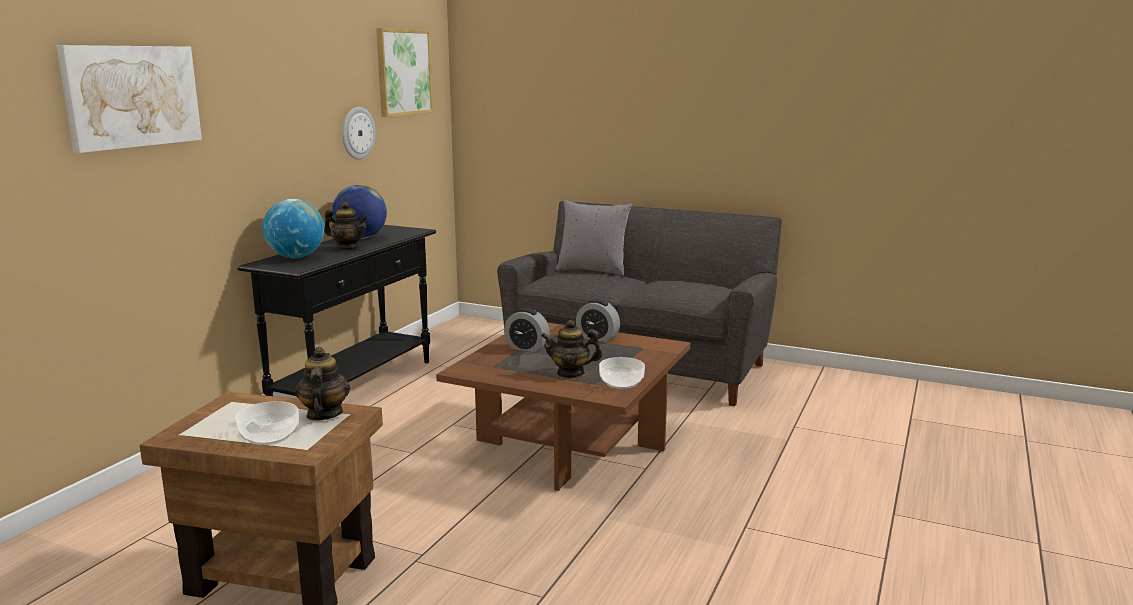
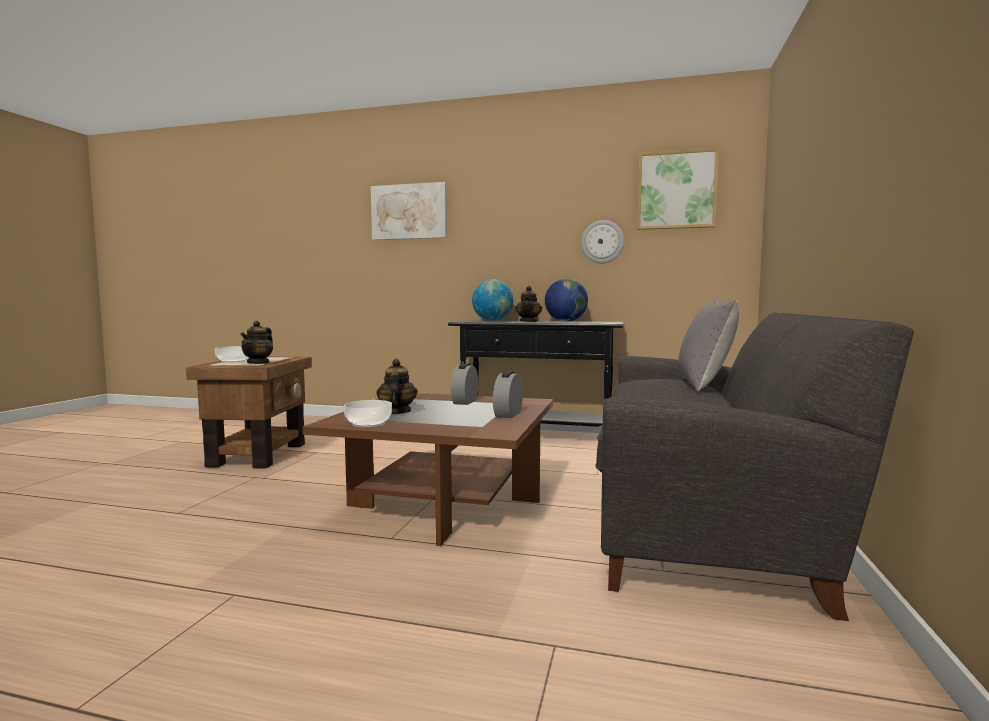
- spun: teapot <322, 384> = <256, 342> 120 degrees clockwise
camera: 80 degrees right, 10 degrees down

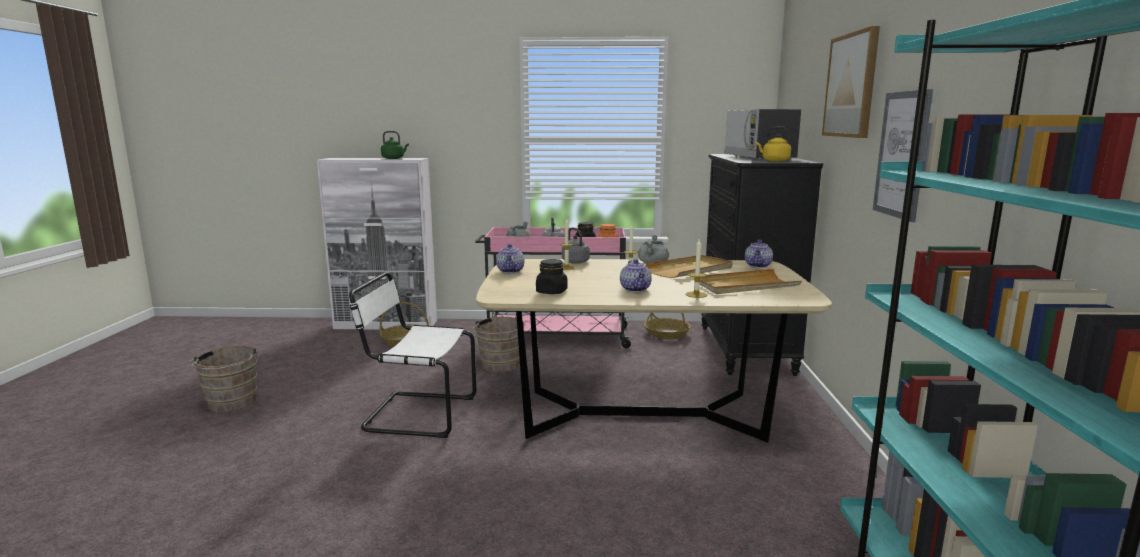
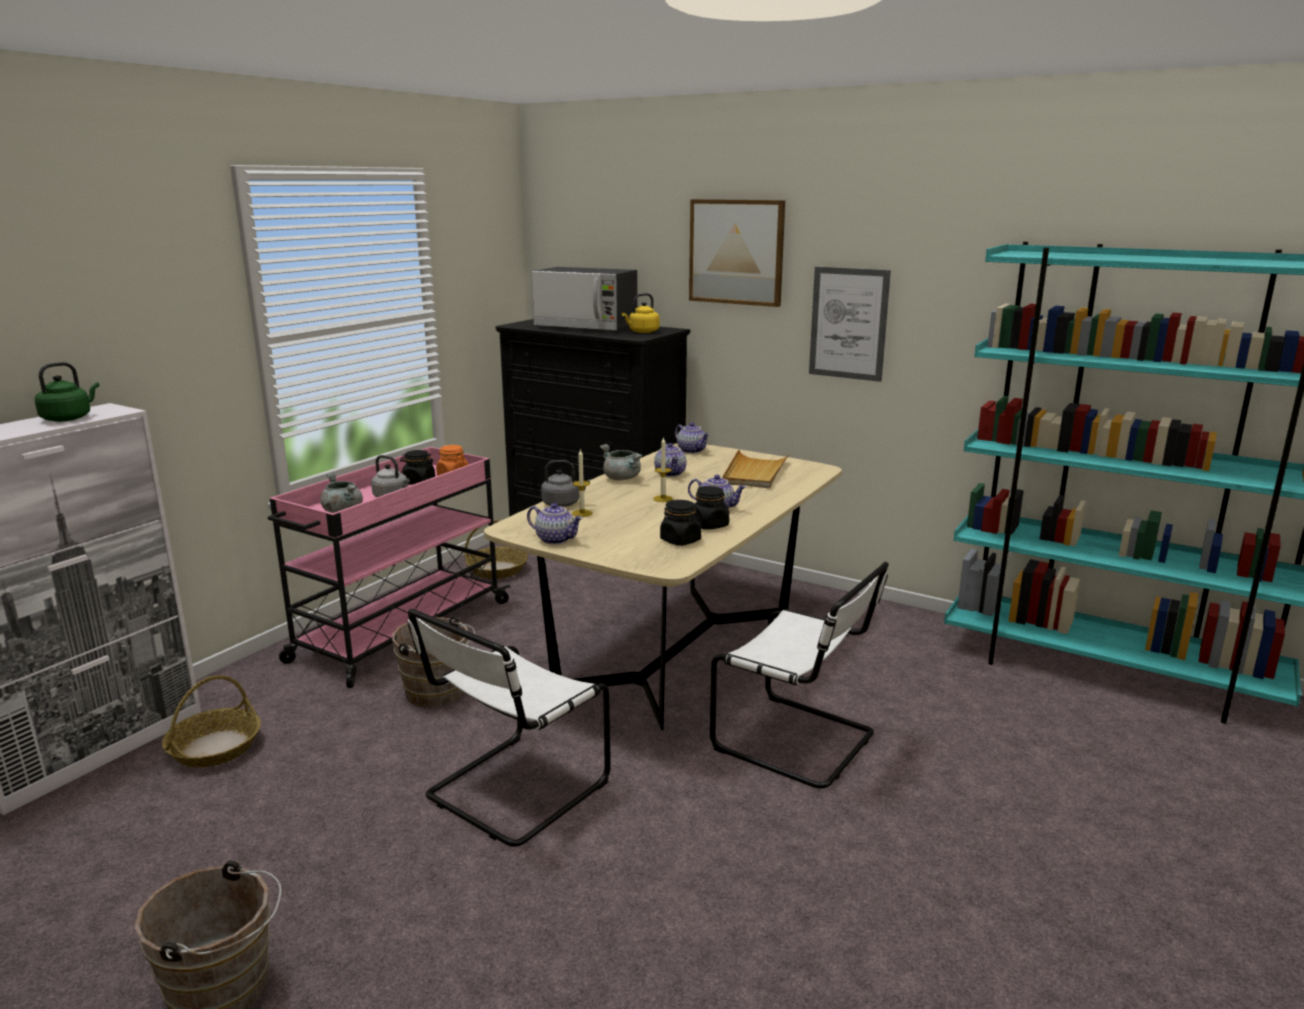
- missing: candle <696, 268>
- exchanged: beige tray <689, 266> to teapot <670, 460>
- appeared: black jar <712, 508>
- appeared: white chair <799, 675>
camera: 60 degrees left, 5 degrees up

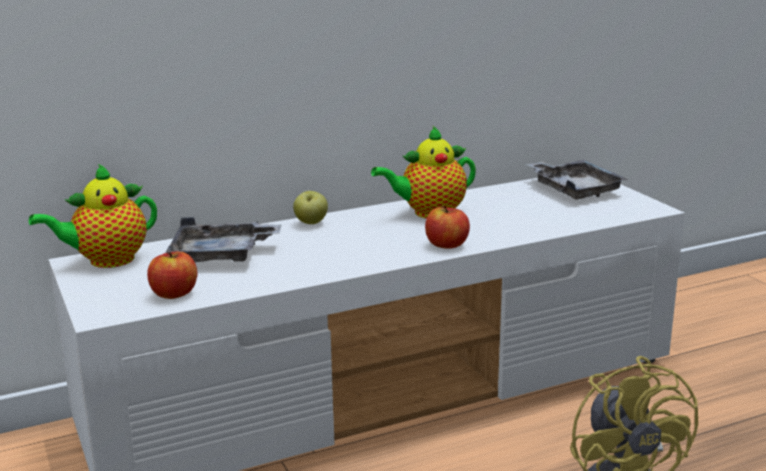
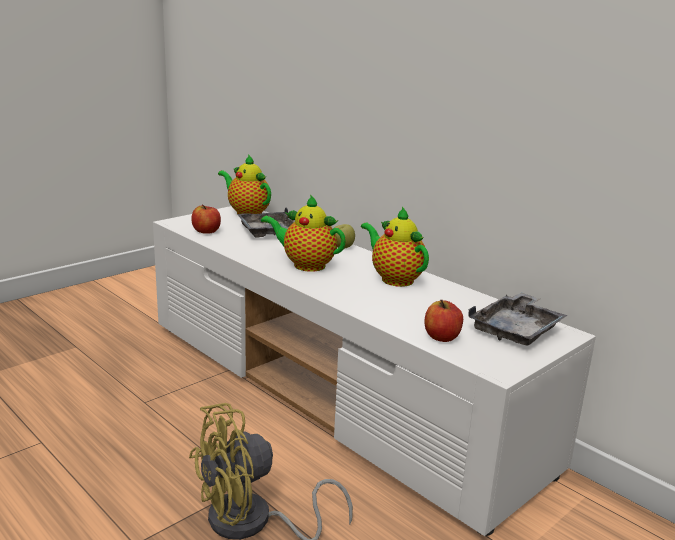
- relocated: apple <447, 227> to <443, 321>
- appeared: teapot <303, 233>
camera: 70 degrees right, 0 degrees up

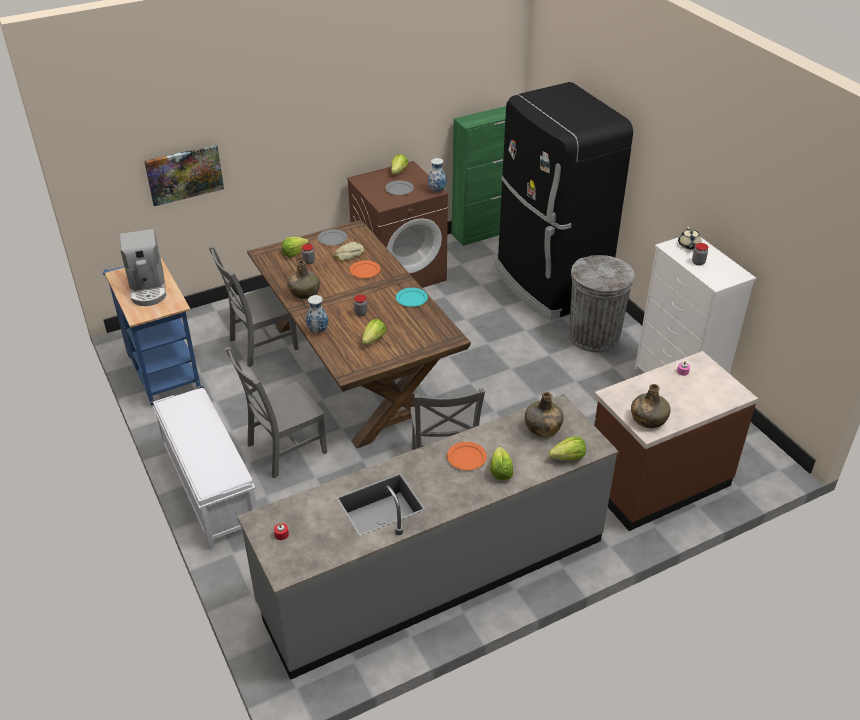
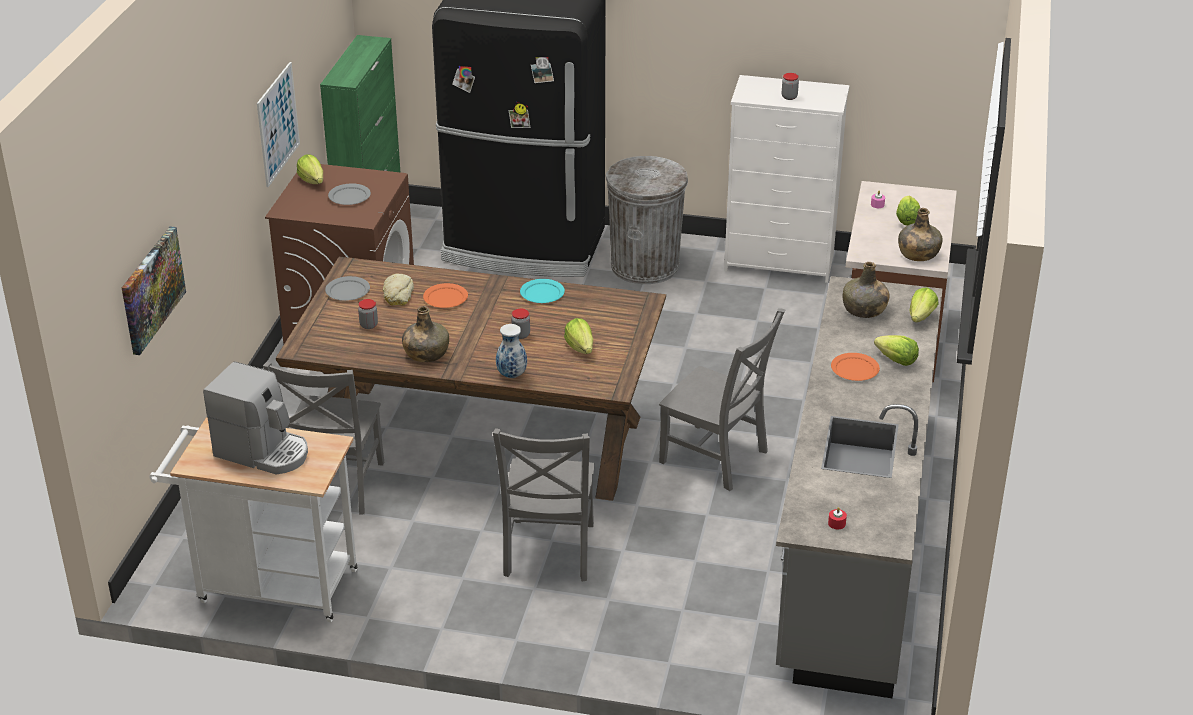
- missing: vase <437, 175>
- missing: beige teapot <689, 238>
- relocated: lettuce <295, 247> to <908, 211>
- colour: blue cart <153, 332> to white cart <253, 519>
- missing: white bench <205, 468>
- appeared: picture <278, 124>
camera: 50 degrees left, 5 degrees down

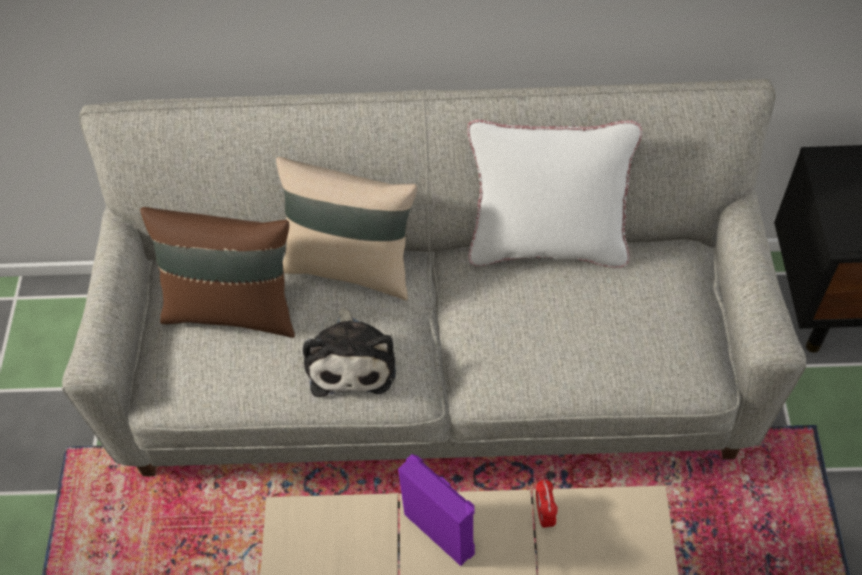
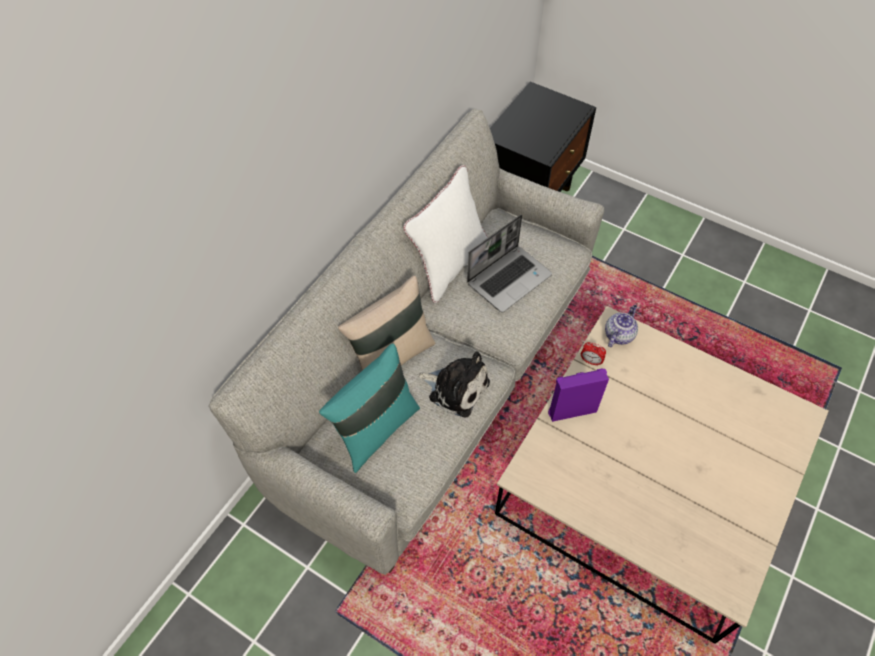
- colour: brown pillow <217, 272> to turquoise pillow <369, 408>
- appeared: laptop <509, 263>
- appeared: teapot <621, 326>
camera: 60 degrees left, 0 degrees up

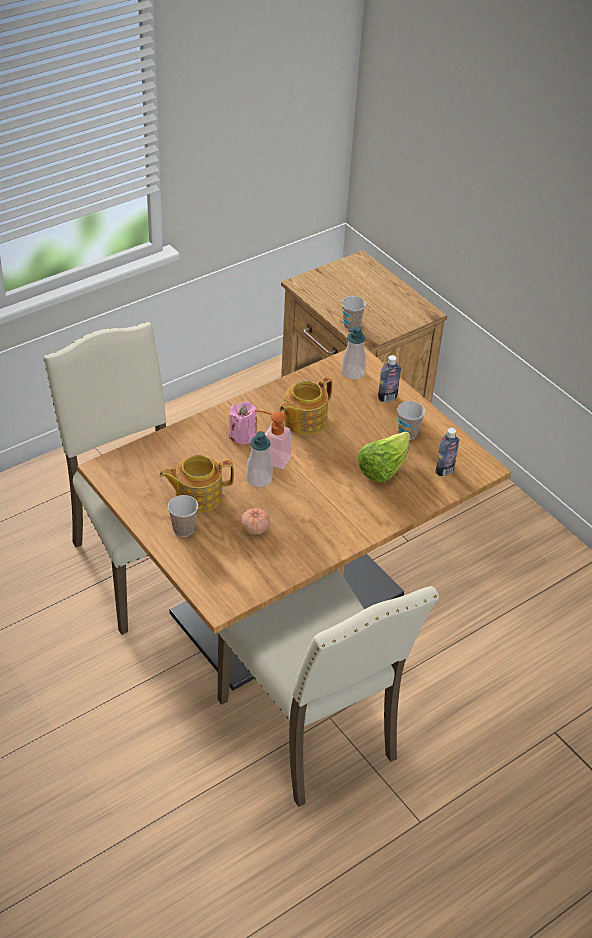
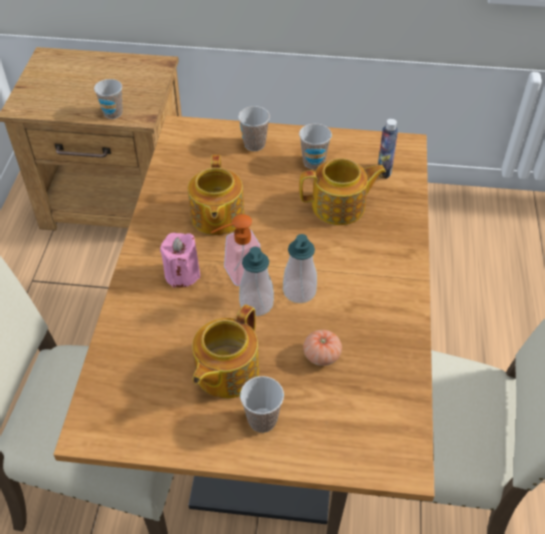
- relocated: soap dispenser <353, 352> to <300, 268>
- exchanged: bottle <389, 378> to cup <254, 128>
- exchanged: lettuce <383, 457> to teapot <342, 191>
camera: 45 degrees left, 5 degrees up

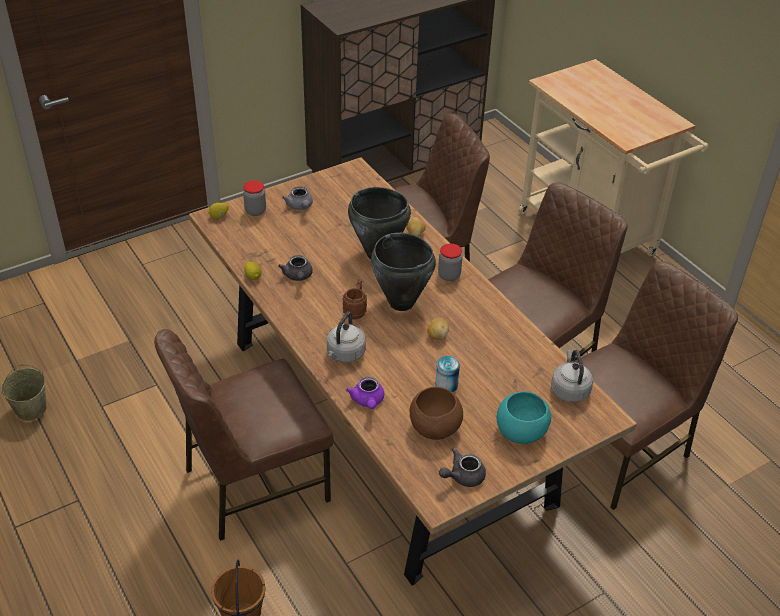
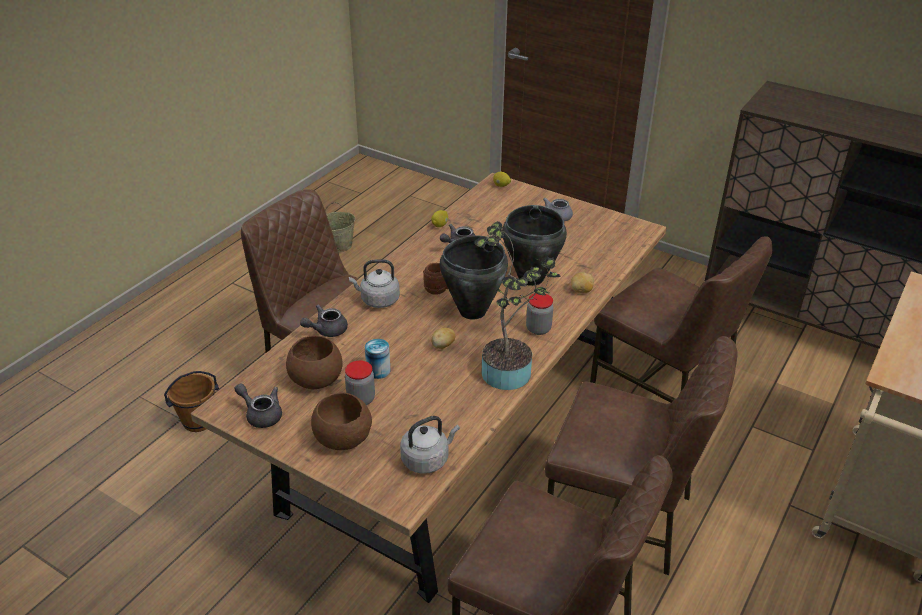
- relocated: jar <254, 198> to <360, 382>
- colour: purple teapot <365, 393> to grey teapot <324, 320>
- colour: turquoise bowl <524, 418> to brown bowl <341, 421>
- appeared: potted plant <517, 305>
camera: 65 degrees right, 5 degrees down

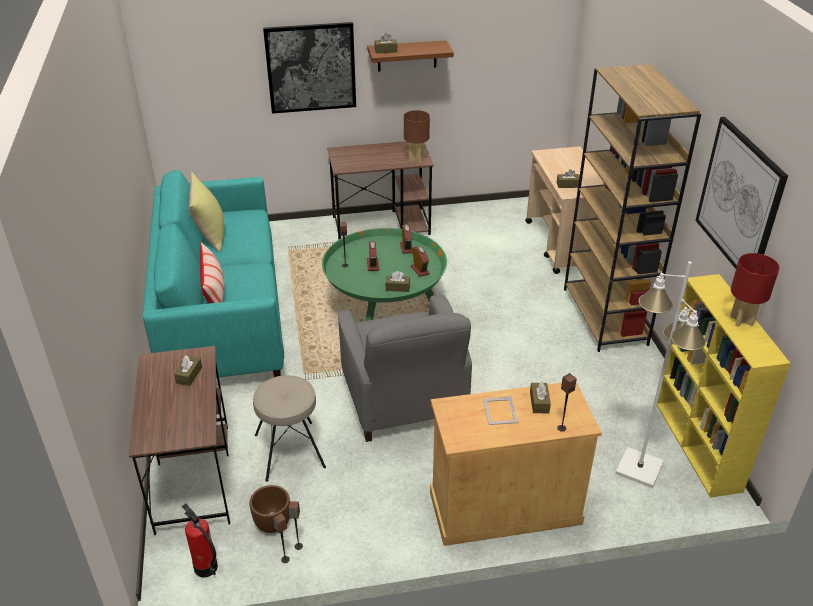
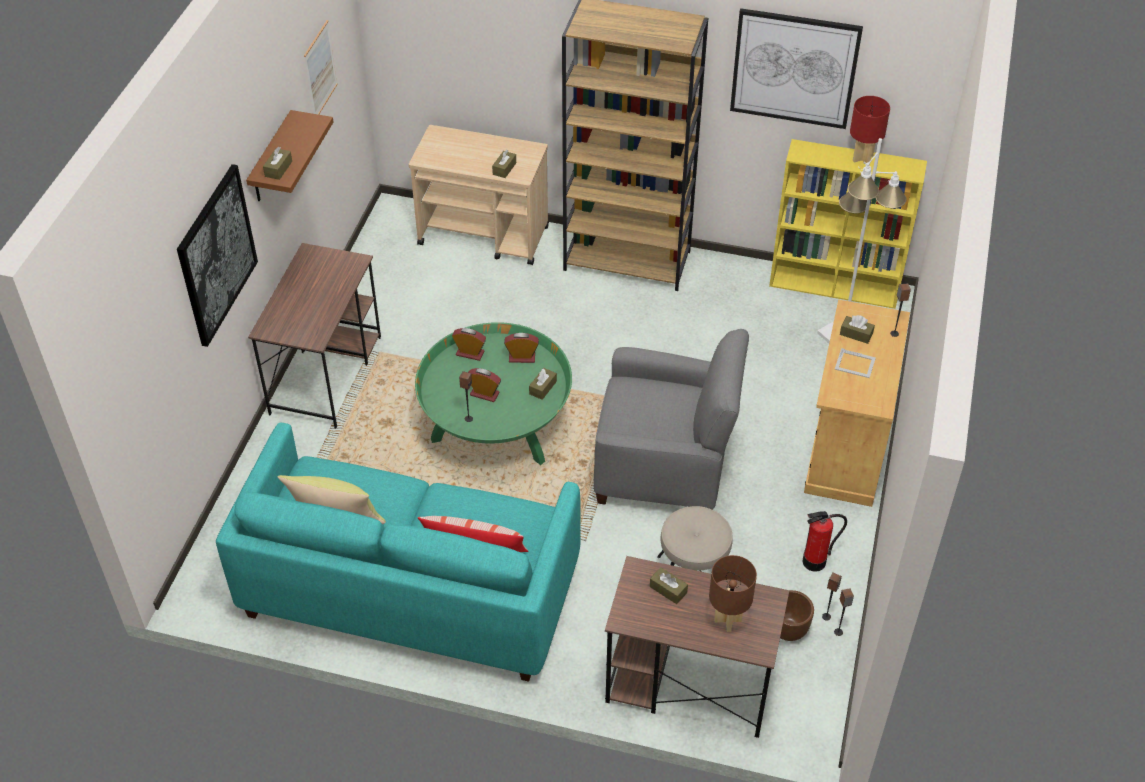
- relocated: brown table lamp <417, 136> to <733, 593>
- relocated: fire extinguisher <200, 540> to <825, 541>
- appeared: picture <320, 67>
camera: 65 degrees left, 10 degrees up

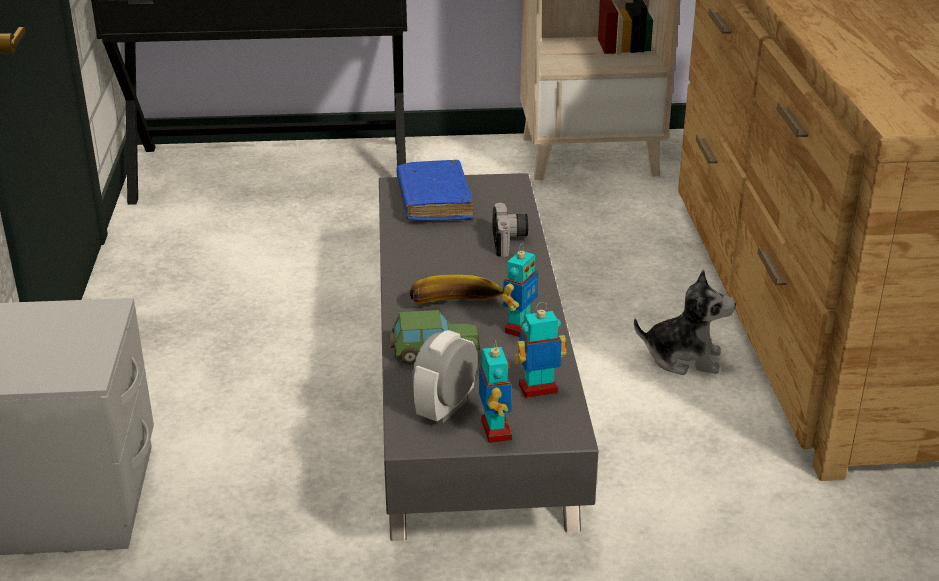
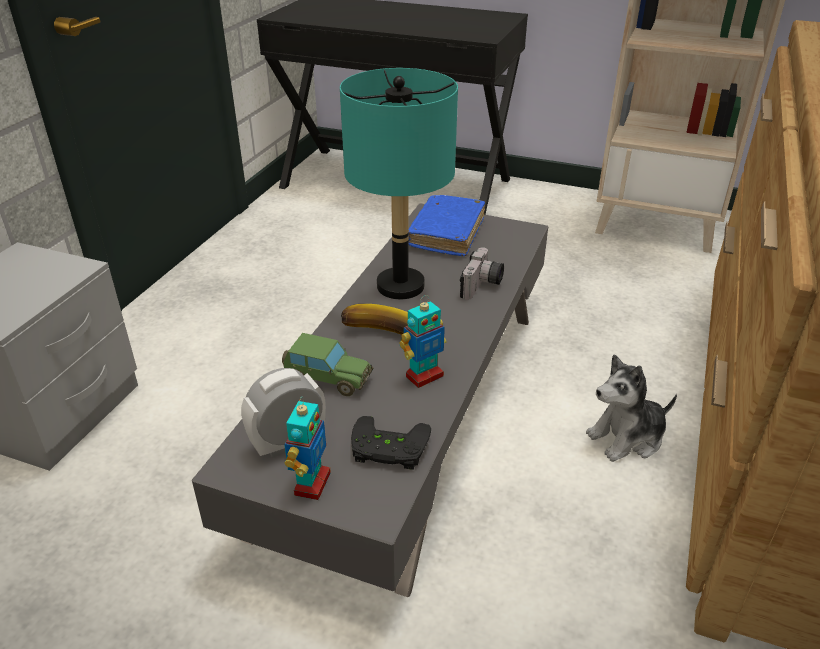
- spun: plush toy <685, 322> = <631, 408> 120 degrees clockwise
- exchanged: toy robot <541, 350> to black game controller <391, 443>
- appeared: turquoise table lamp <399, 183>
camera: 25 degrees right, 5 degrees up

